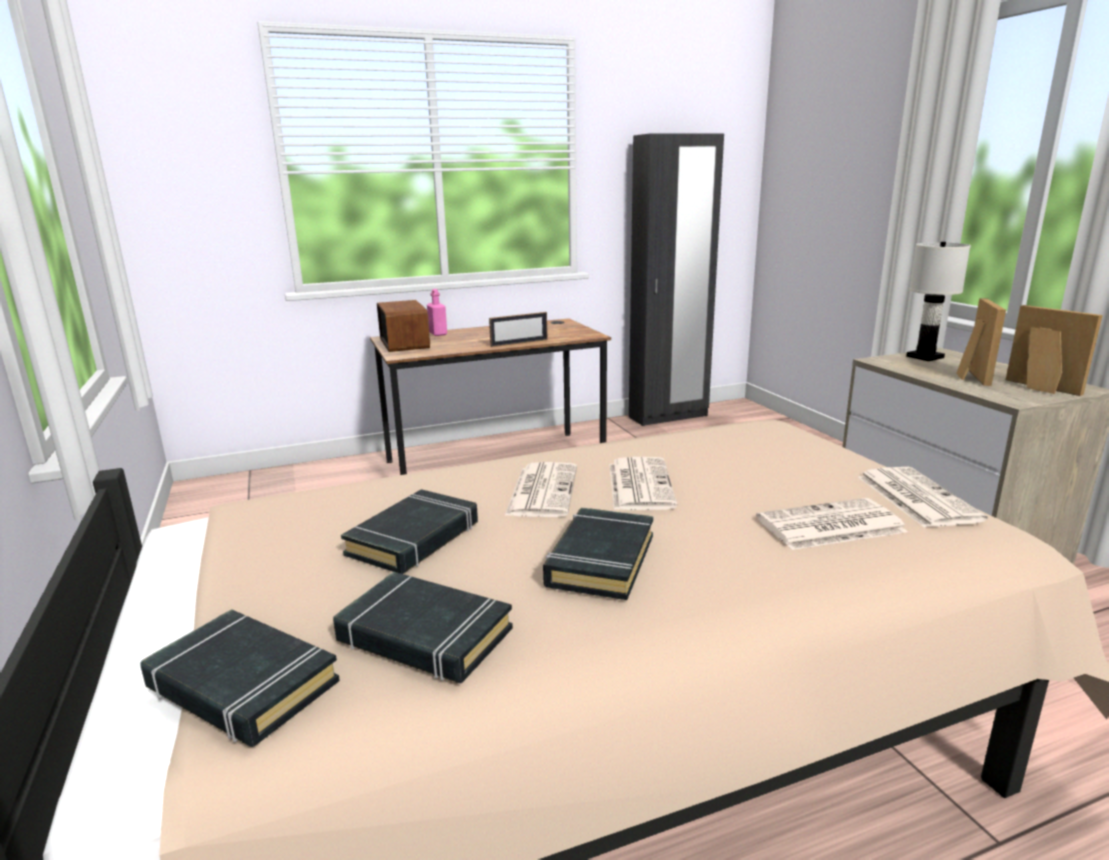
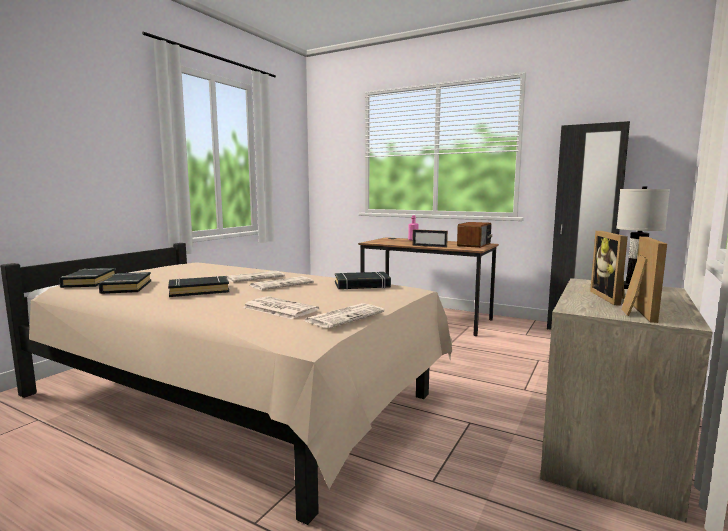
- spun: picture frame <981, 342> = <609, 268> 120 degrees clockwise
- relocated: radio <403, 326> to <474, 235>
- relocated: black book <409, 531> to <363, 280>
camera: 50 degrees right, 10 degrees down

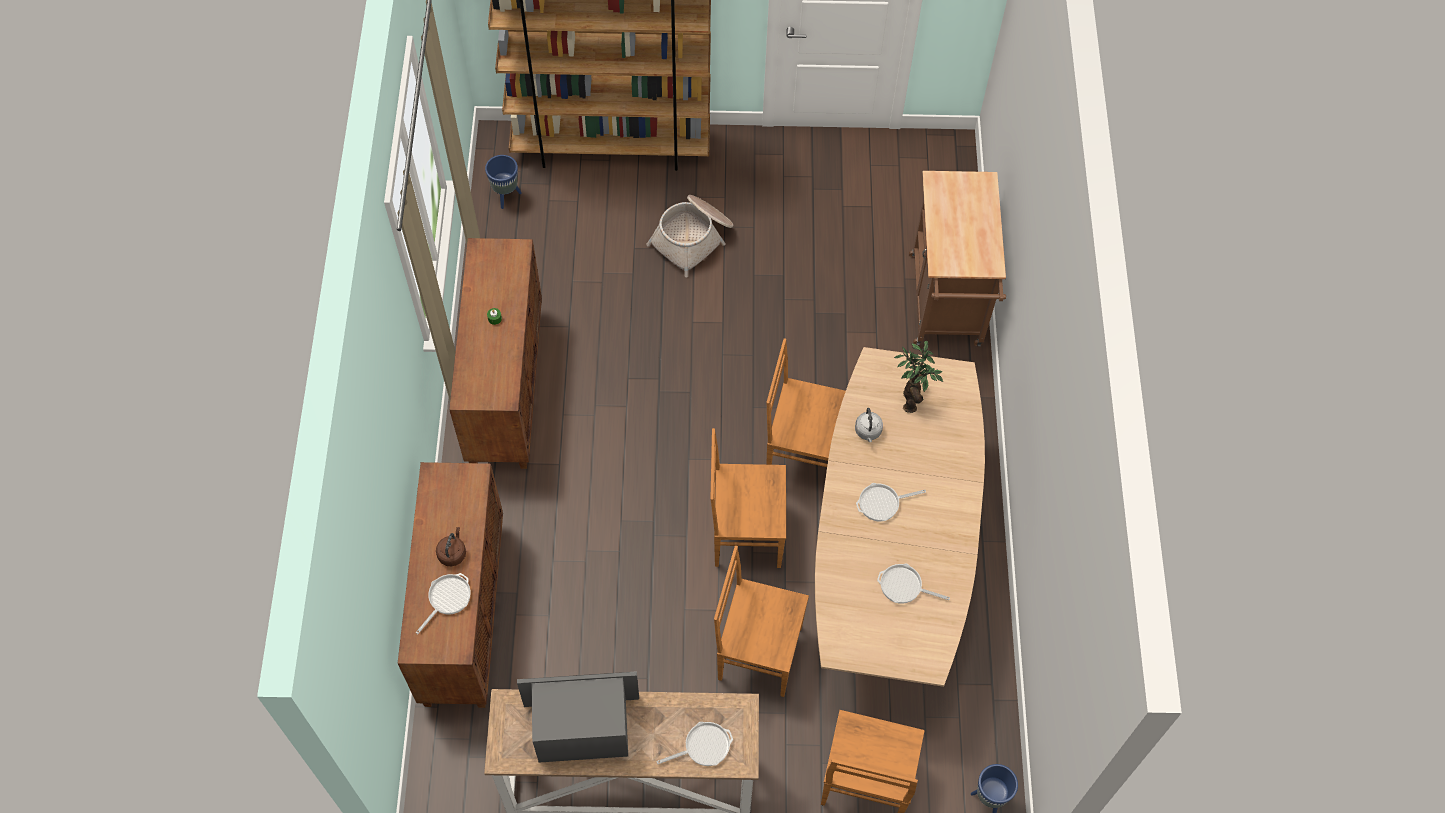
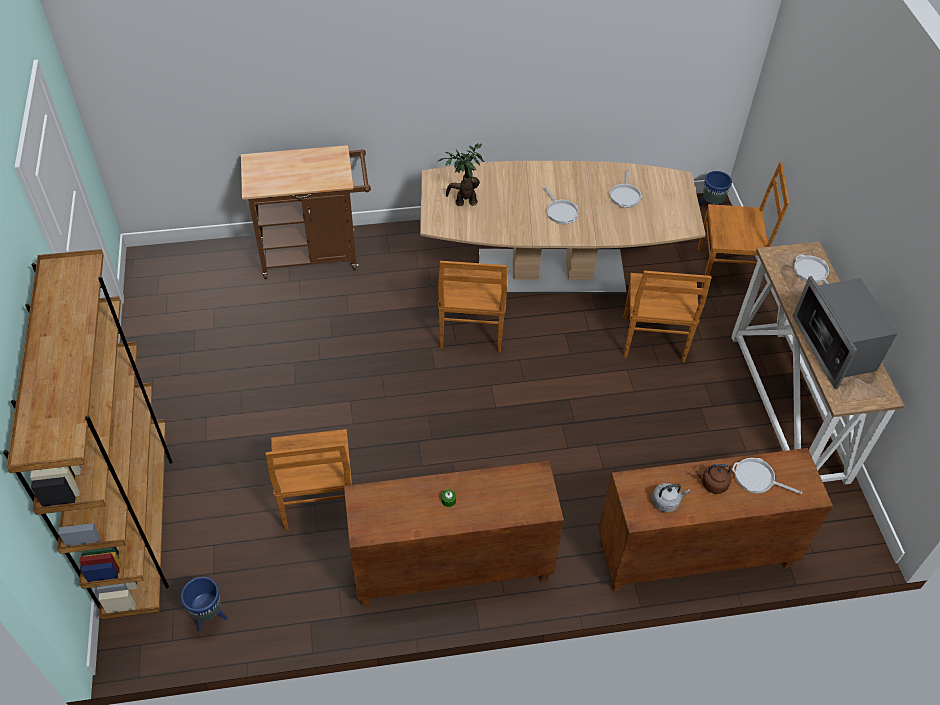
- missing: basket <689, 236>
- relocated: grey kettle <869, 425> to <671, 497>
- relocated: brown chair <748, 498> to <309, 480>
camera: 100 degrees left, 10 degrees down

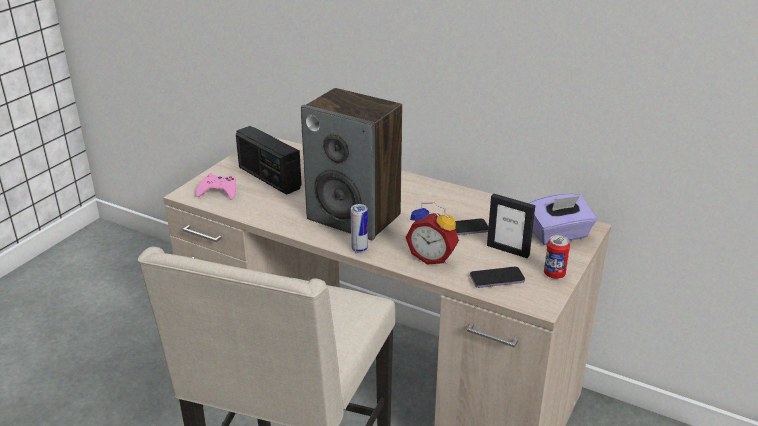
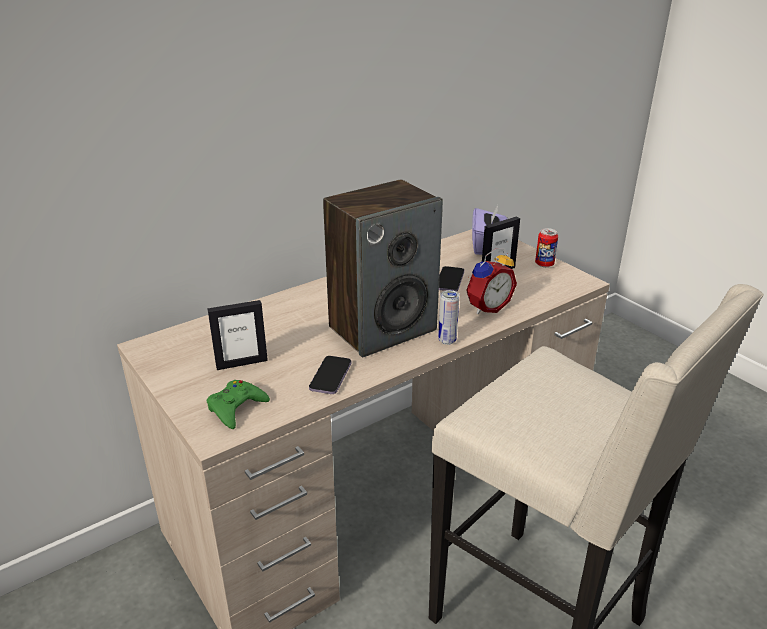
- exchanged: radio <269, 160> to picture frame <237, 335>
- colour: pink game controller <215, 187> to green game controller <238, 404>
- relocated: phone <497, 277> to <330, 375>
camera: 65 degrees left, 0 degrees up

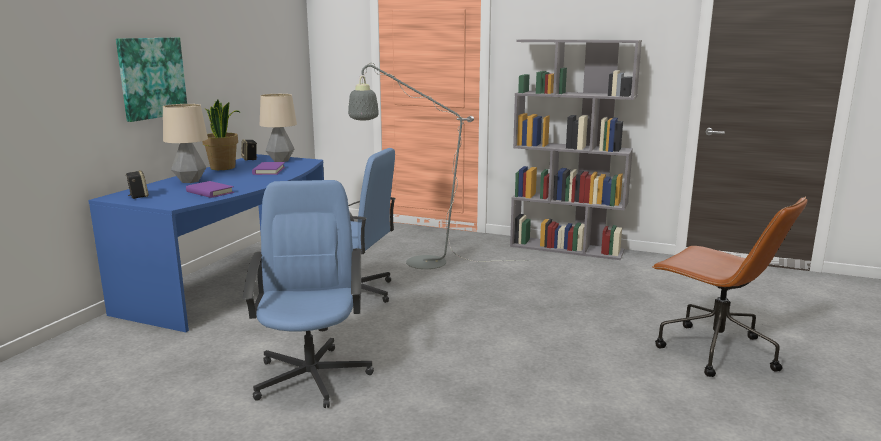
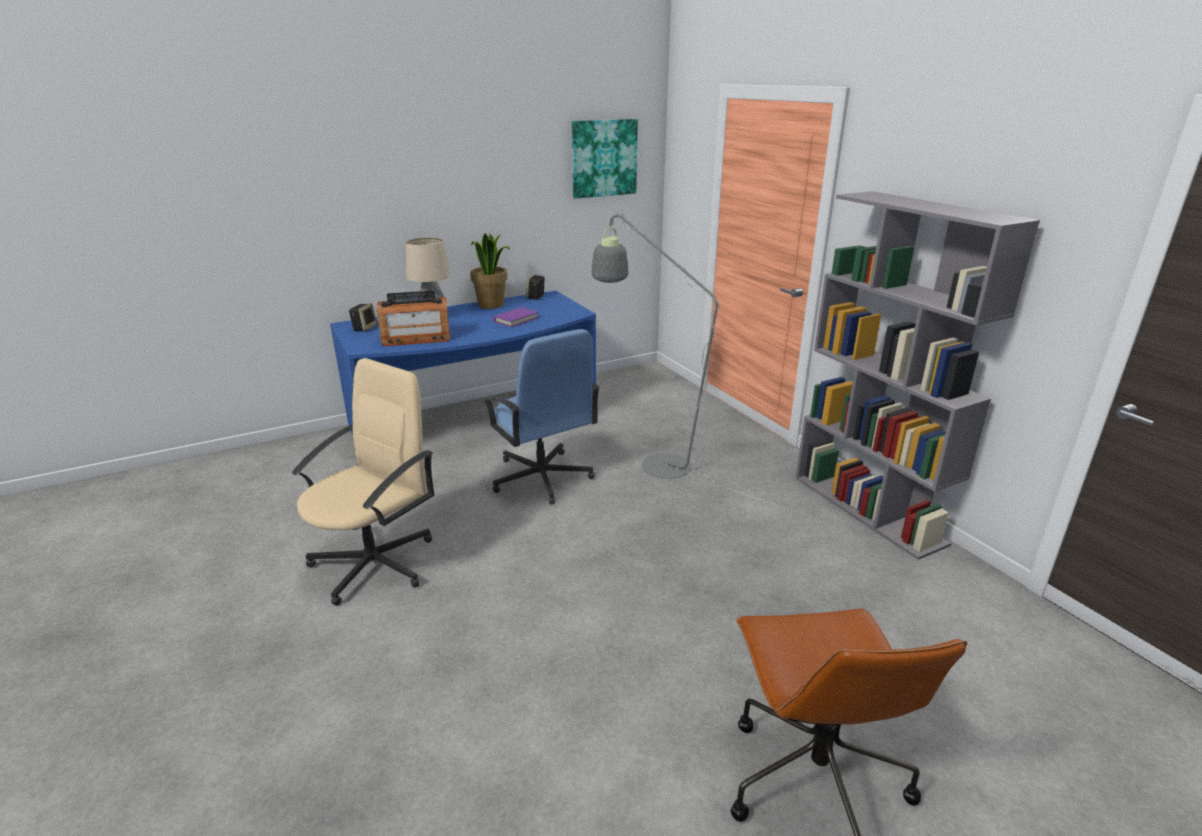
- relocated: picture <151, 80> to <605, 159>
- missing: table lamp <278, 128>
- colour: blue office chair <308, 294> to beige office chair <363, 482>
- exchanged: purple book <210, 189> to radio <413, 318>
camera: 40 degrees right, 10 degrees up

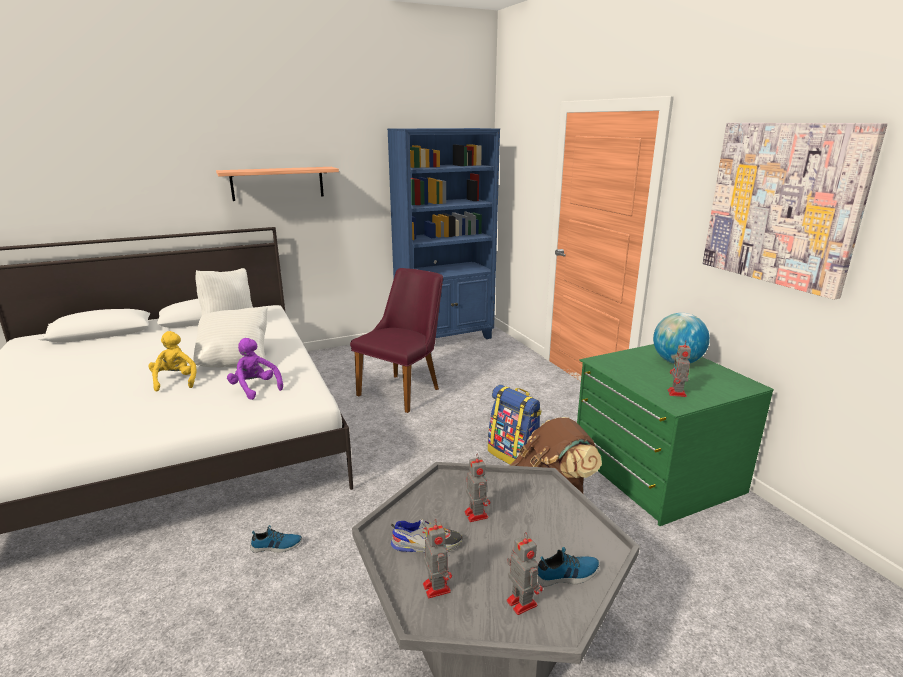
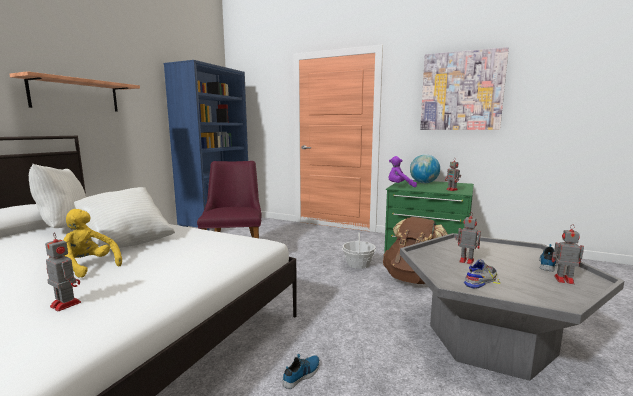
- relocated: purple plush toy <255, 369> to <402, 171>
- exchanged: backpack <515, 424> to basket <359, 250>
- relocated: toy robot <437, 559> to <63, 272>
camera: 40 degrees left, 10 degrees down

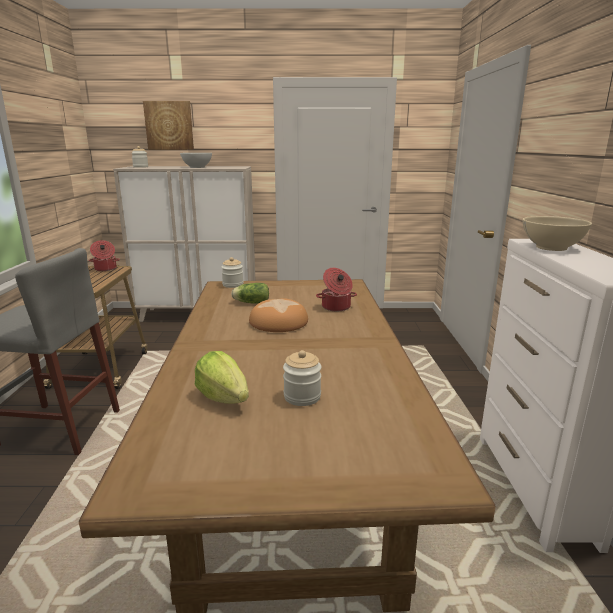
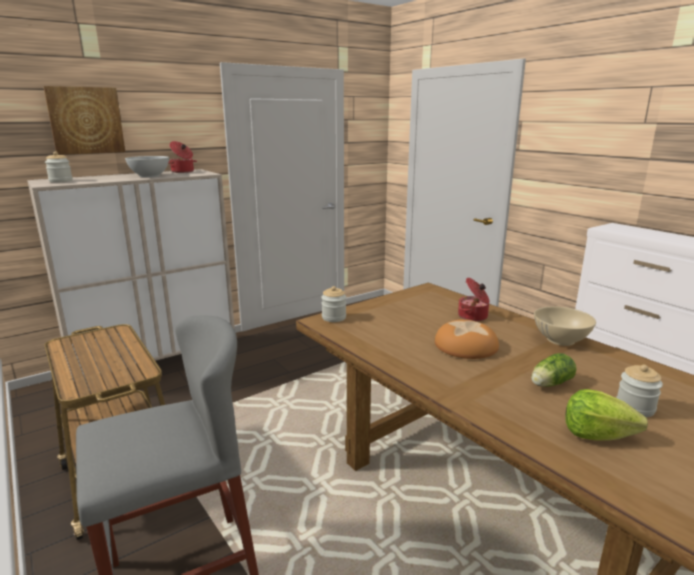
- relocated: beige bowl <557, 233> to <565, 326>
- relocated: cooking pot <104, 255> to <182, 157>
- relocated: lettuce <250, 293> to <553, 370>
camera: 35 degrees left, 0 degrees up

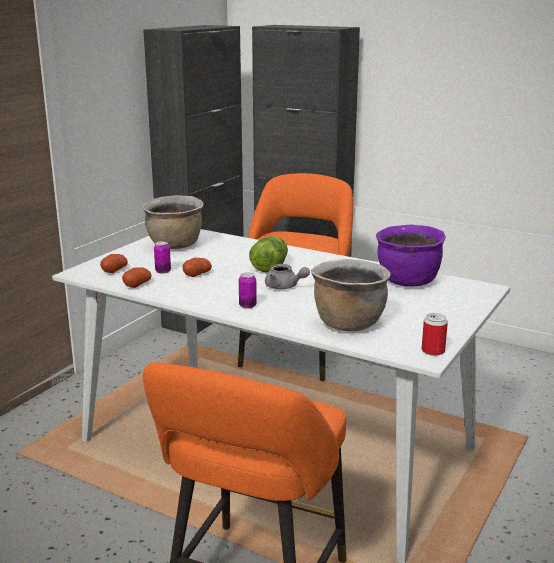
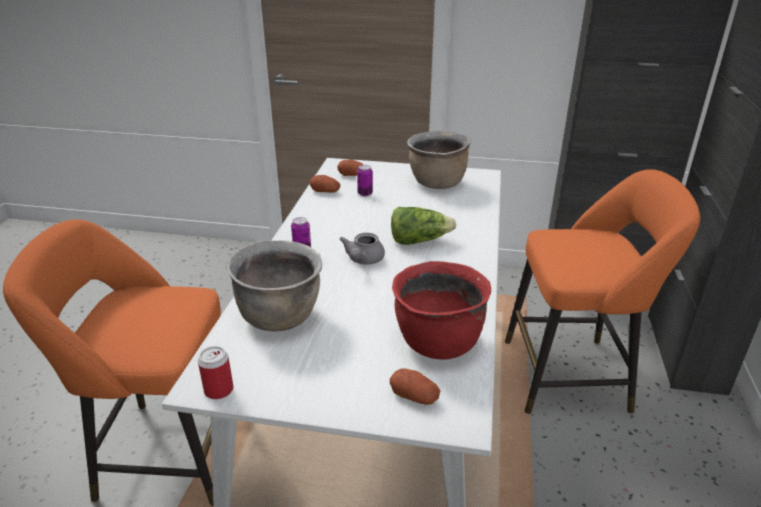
- colour: purple cooking pot <411, 255> to red cooking pot <441, 310>
- relocated: potato <197, 267> to <415, 386>
camera: 70 degrees right, 10 degrees up

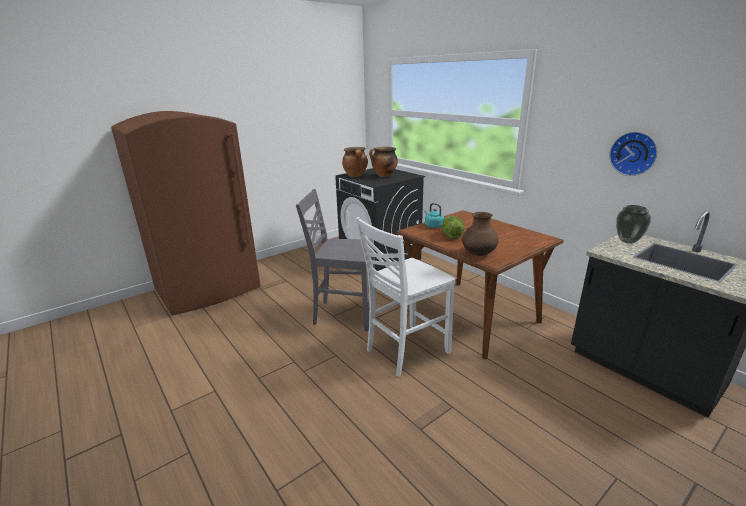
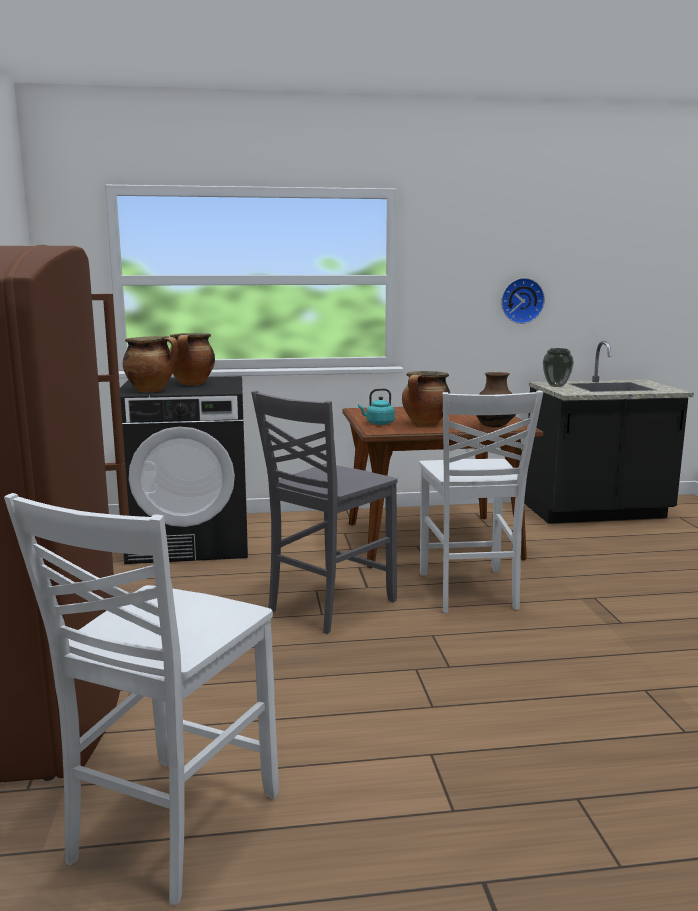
- exchanged: lettuce <453, 227> to cooking pot <426, 398>
- appeared: white chair <141, 699>
camera: 60 degrees left, 10 degrees down

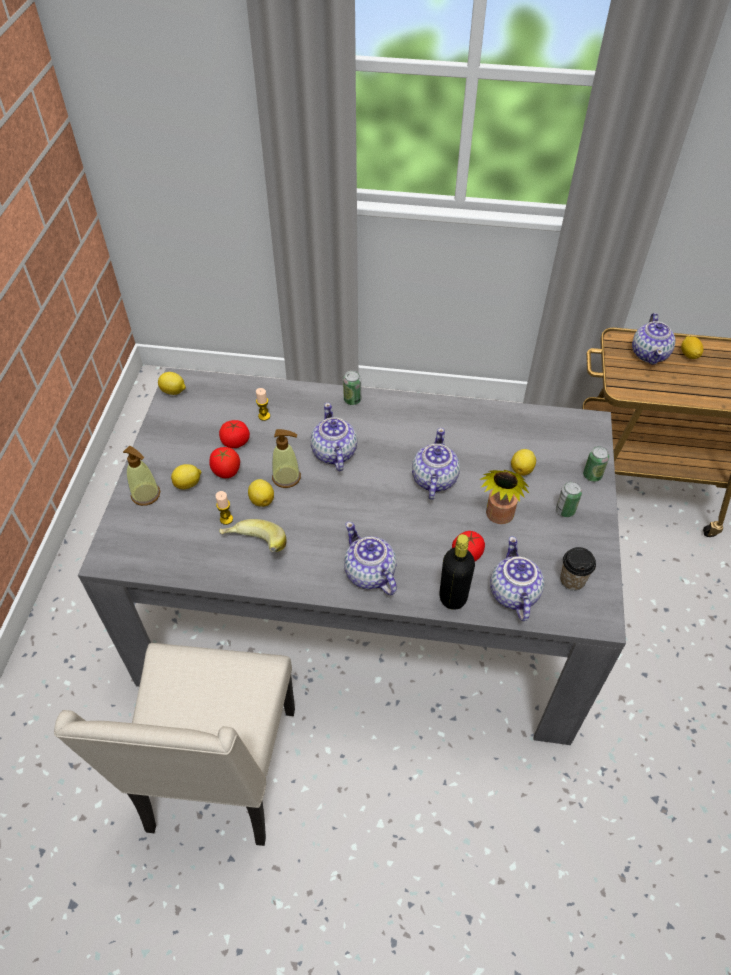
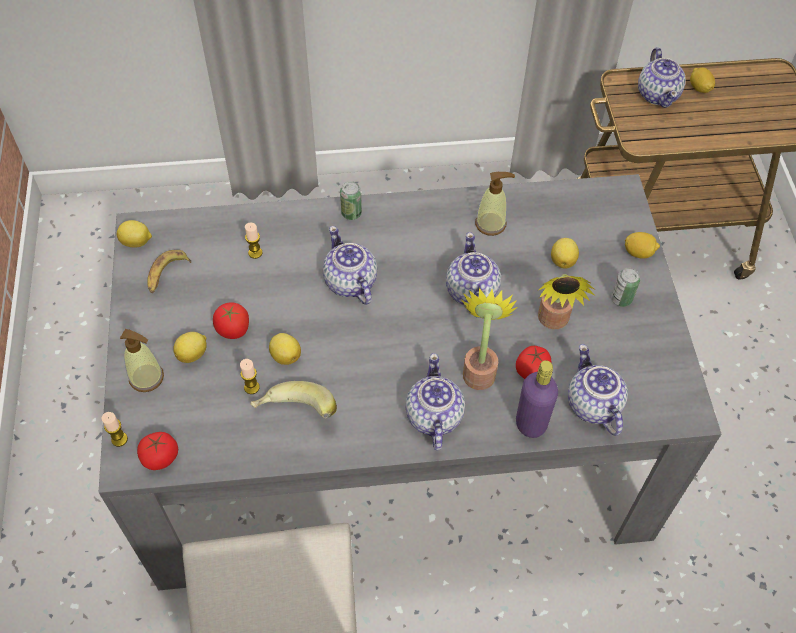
- relocated: tomato <234, 434> to <157, 451>
- relocated: soap dispenser <286, 458> to <495, 204>
- exchanged: can <596, 464> to lemon <642, 245>
- spun: teapot <370, 558> = <435, 402> 45 degrees clockwise
- colour: black bottle <457, 572> to purple bottle <537, 399>
- missing: cup <578, 569>
- appeared: banana <169, 271>
- appeared: potted plant <490, 338>
- appeared: candle <114, 429>
camera: 15 degrees left, 5 degrees up

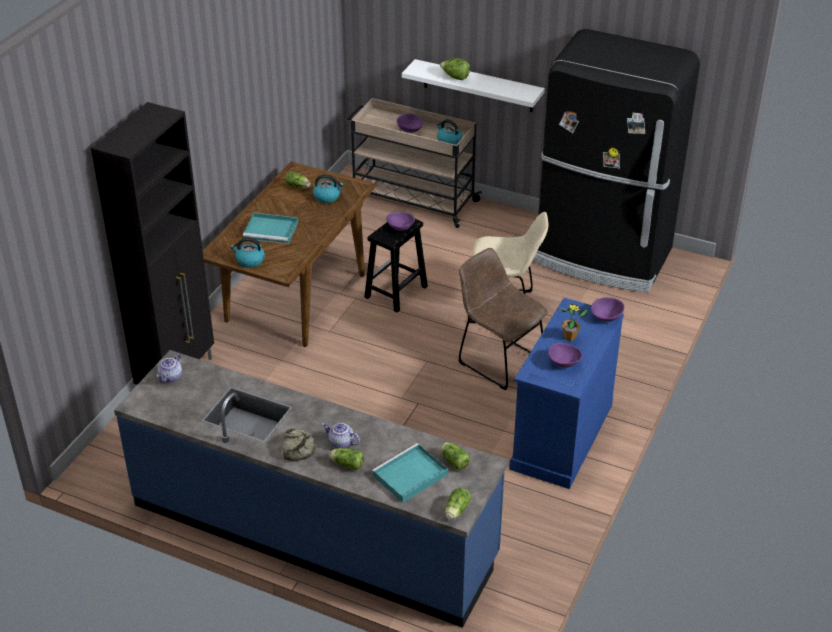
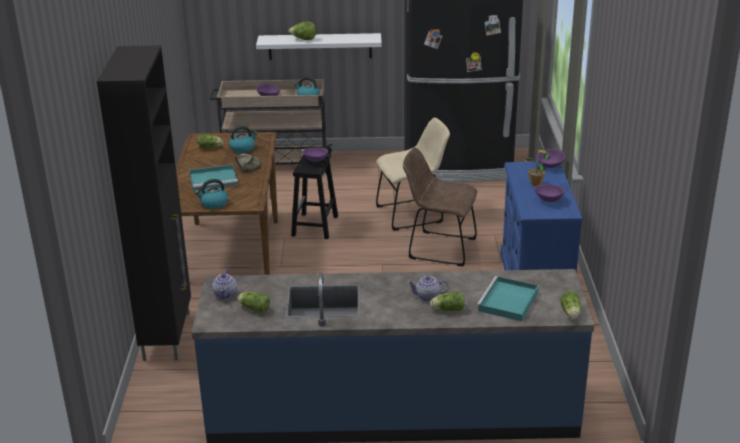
- relocated: bread <299, 445> to <248, 162>
- relocated: lettuce <455, 456> to <253, 302>
camera: 25 degrees left, 10 degrees down

